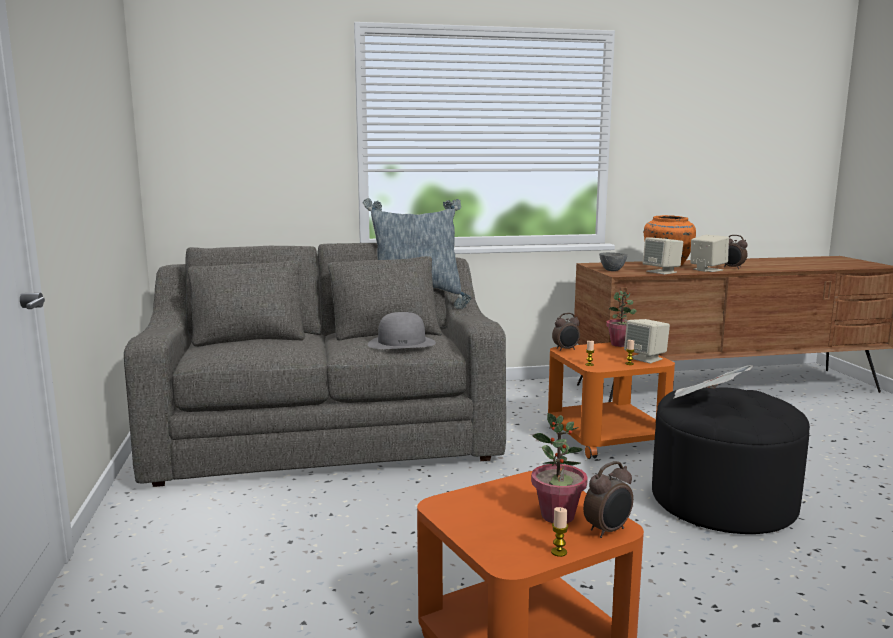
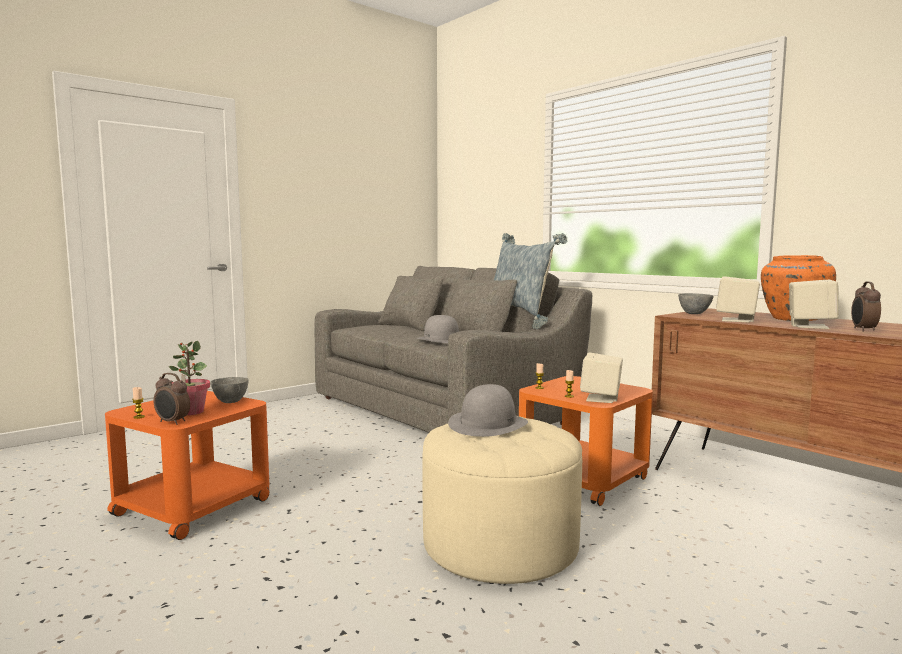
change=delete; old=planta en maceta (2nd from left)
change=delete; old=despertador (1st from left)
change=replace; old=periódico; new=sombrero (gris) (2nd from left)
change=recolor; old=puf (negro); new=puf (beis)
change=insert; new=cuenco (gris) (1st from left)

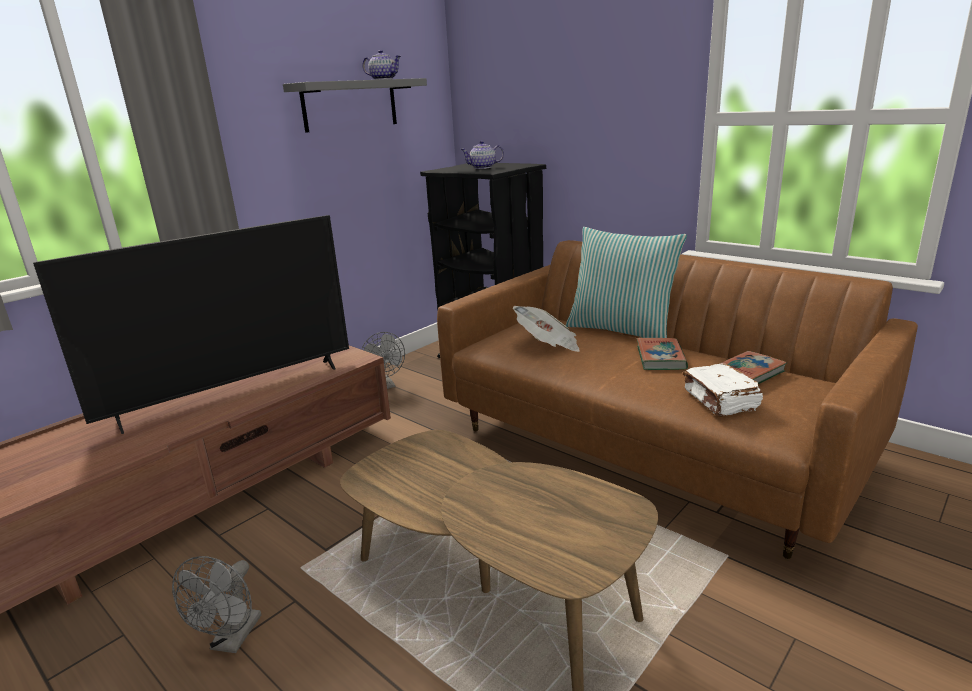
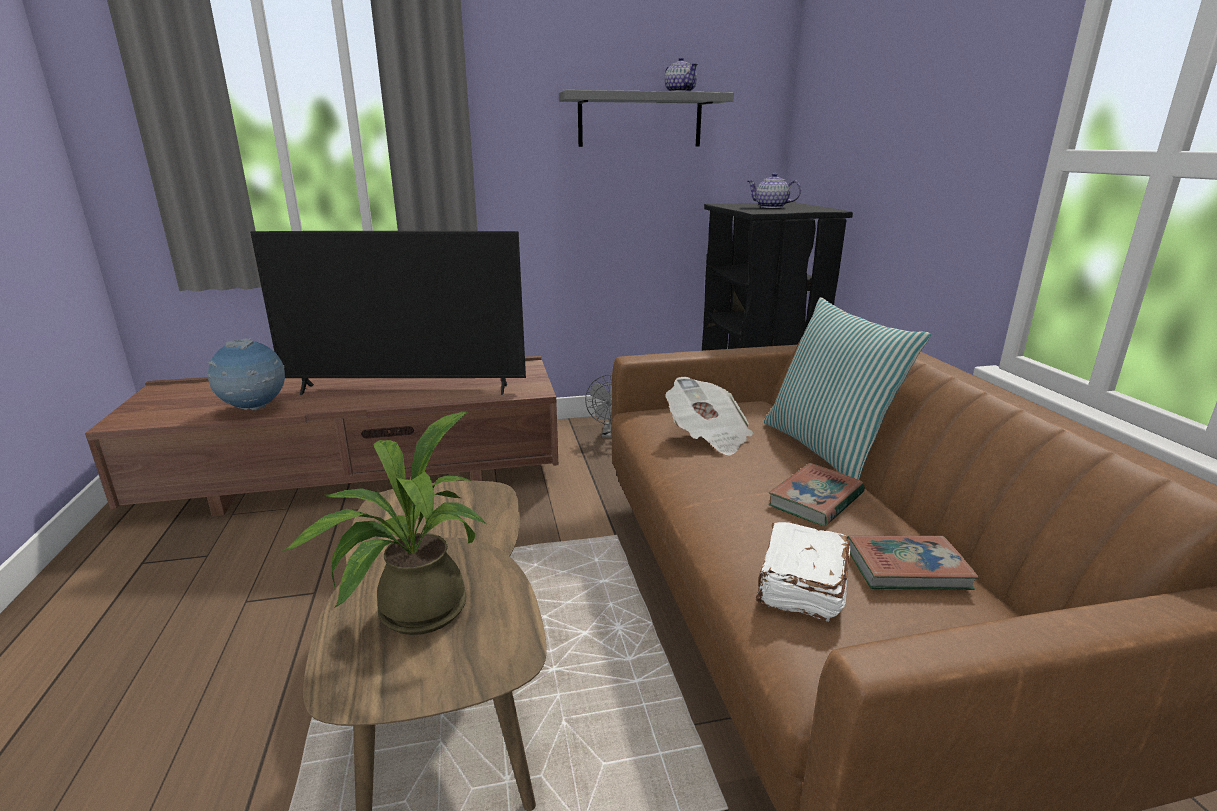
change=delete; old=ventilador (gris) (1st from left)
change=insert; new=globo terráqueo
change=insert; new=planta en maceta

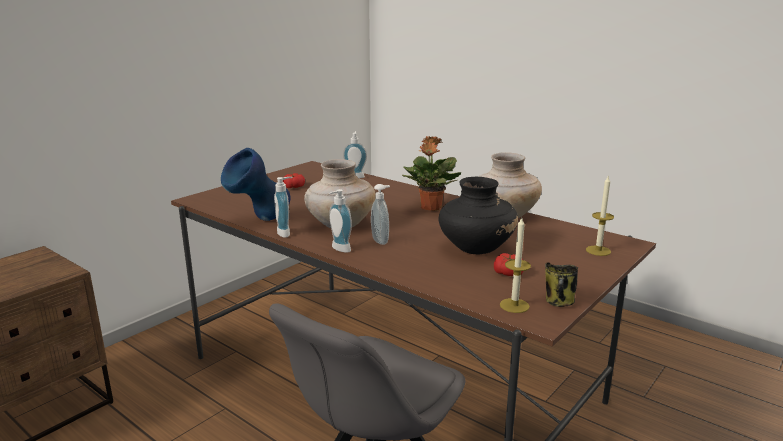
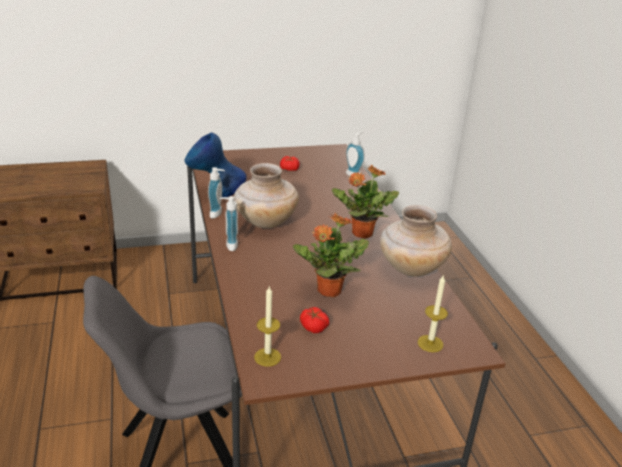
change=replace; old=florero (negro); new=planta en maceta (1st from left)
change=delete; old=dispensador de jabón (4th from left)
change=delete; old=taza grande

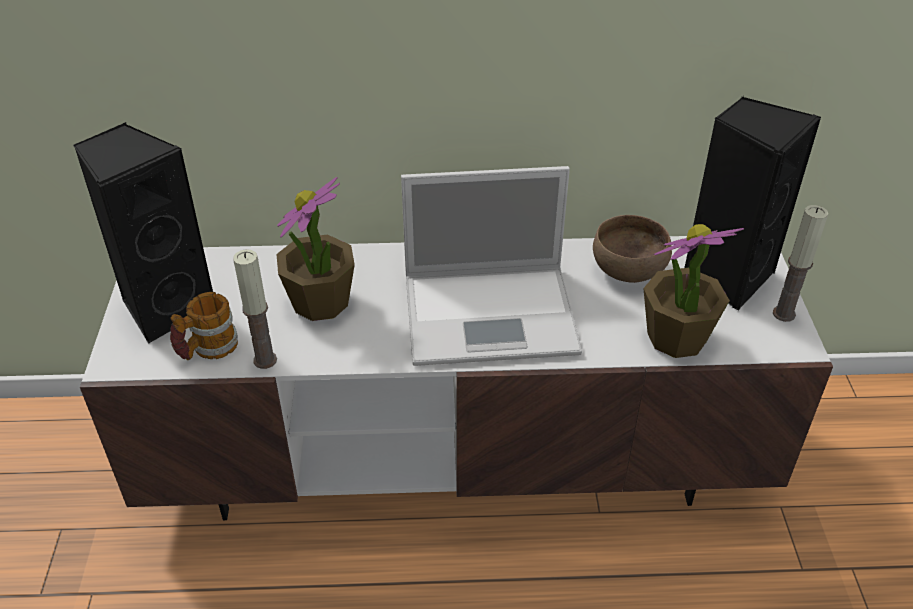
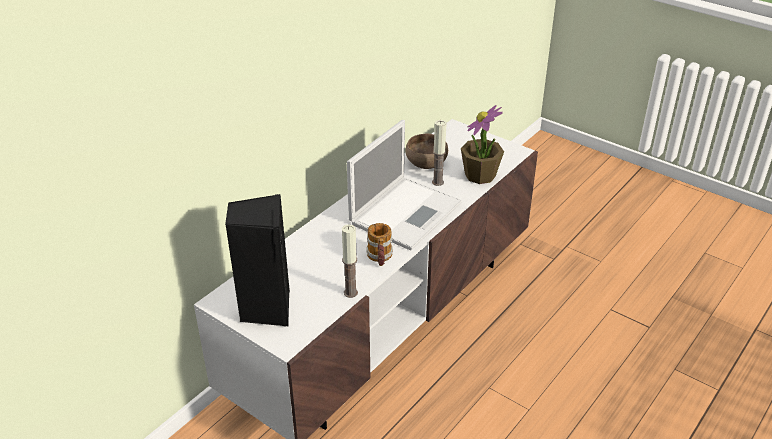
change=delete; old=altavoz (negro) (2nd from left)
change=delete; old=planta en maceta (1st from left)
change=move; old=vela (2nd from left)
change=move; old=taza grande

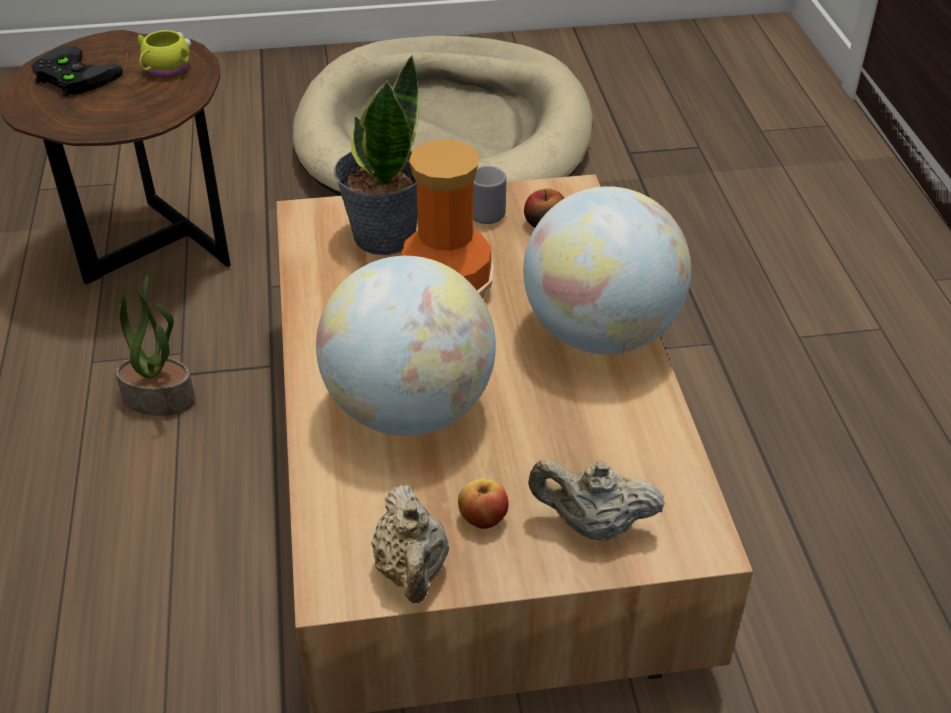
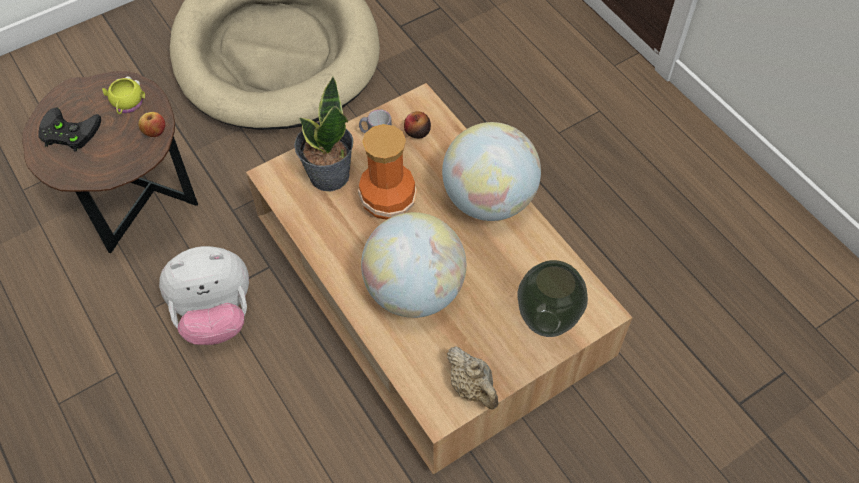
change=replace; old=planta en maceta (1st from left); new=peluche
change=replace; old=tetera (beis) (2nd from left); new=florero (2nd from left)
change=move; old=manzana (1st from left)

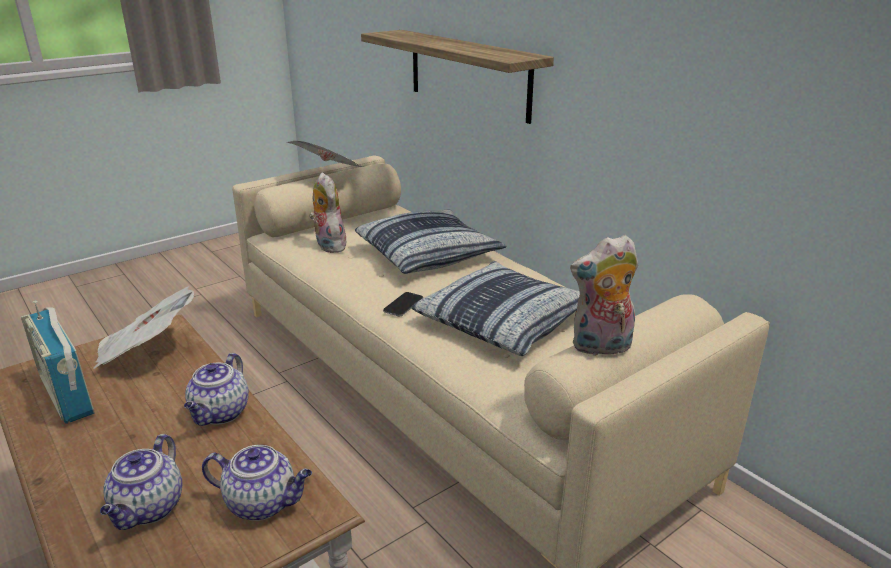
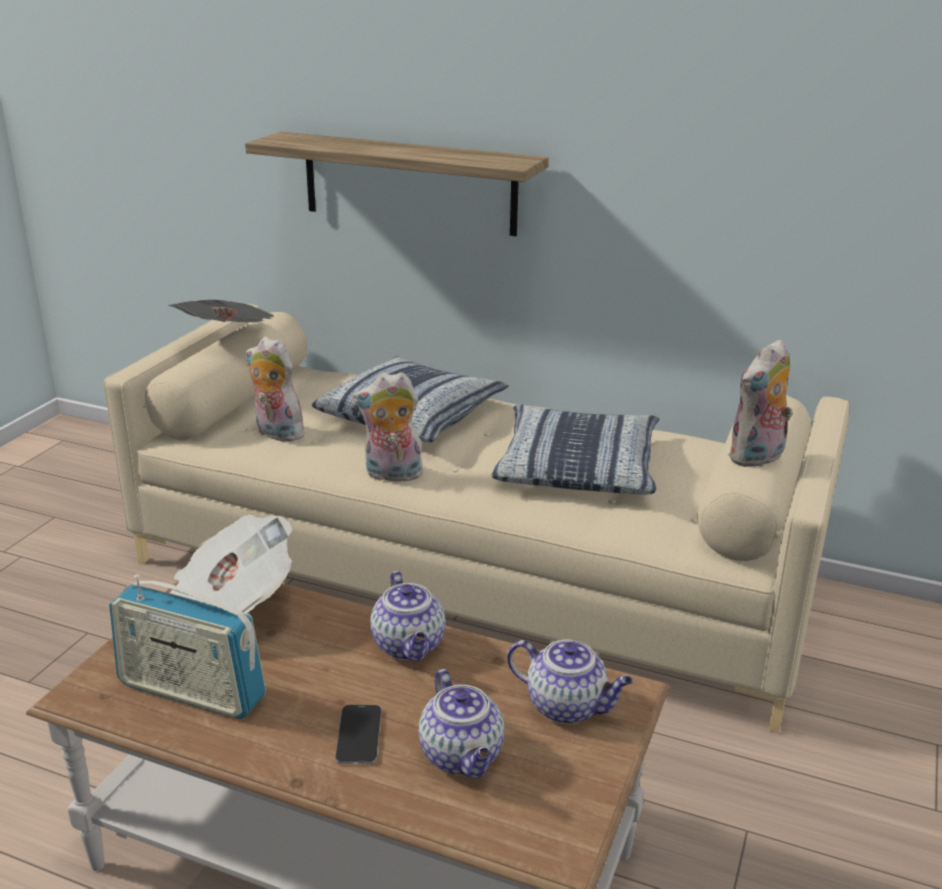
change=move; old=móvil
change=rotate; old=tetera (3rd from left); degrees=45
change=insert; new=peluche (2nd from left)

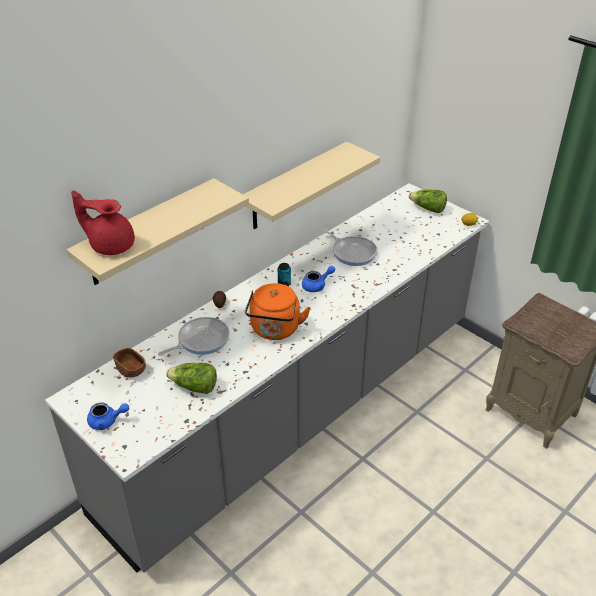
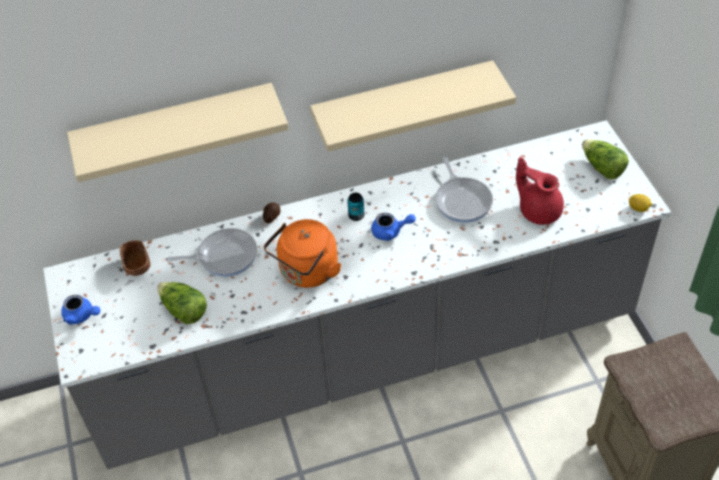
change=move; old=tetera (rojo)

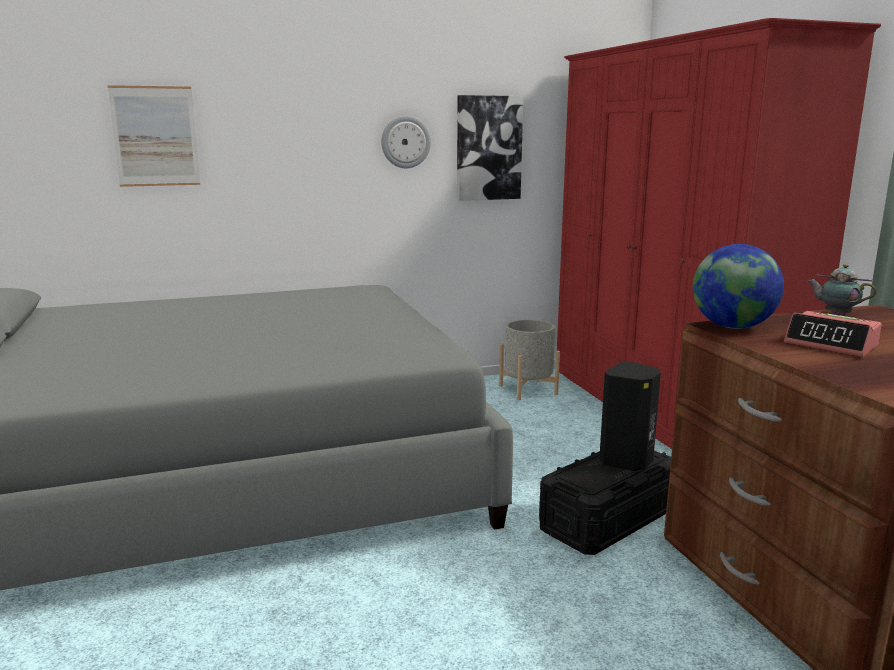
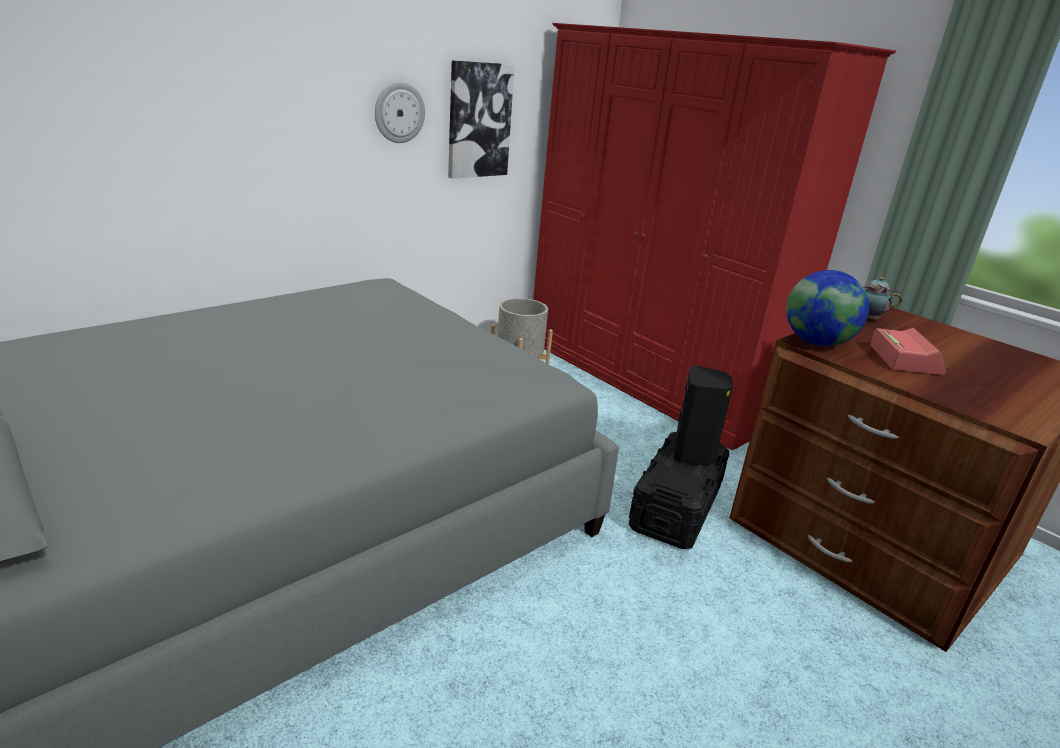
change=delete; old=cuadro (1st from left)
change=rotate; old=despertador; degrees=-105

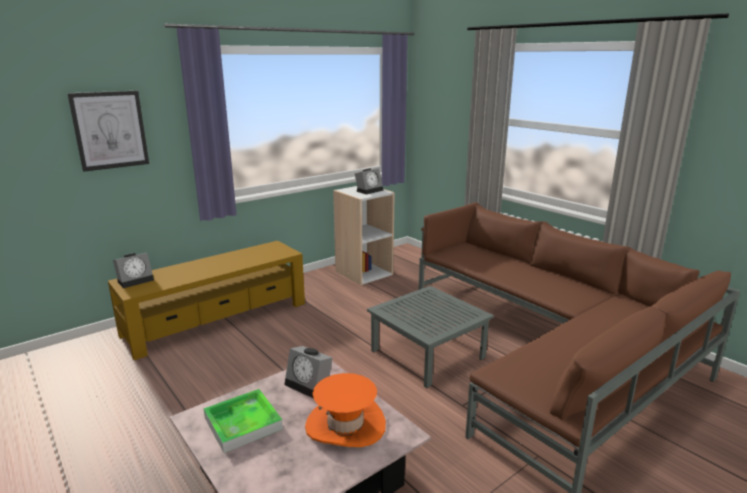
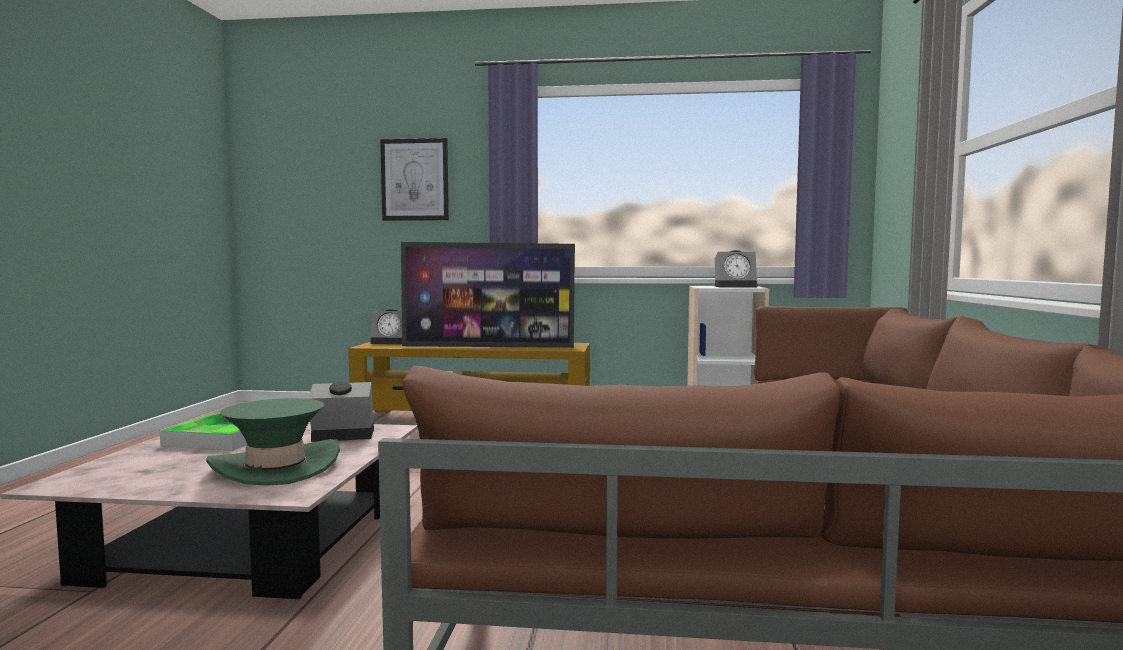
change=rotate; old=despertador (2nd from left in the first image); degrees=90
change=recolor; old=sombrero (naranja); new=sombrero (verde)
change=insert; new=televisor

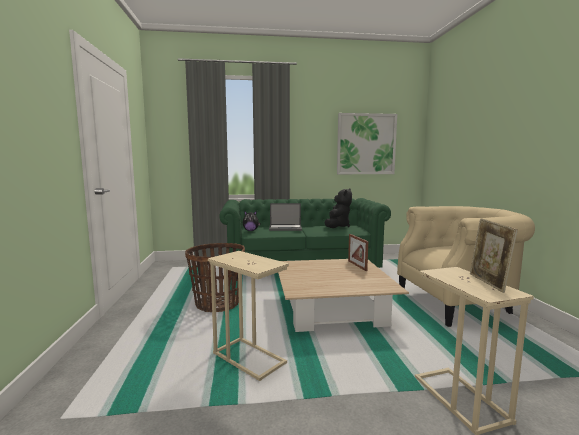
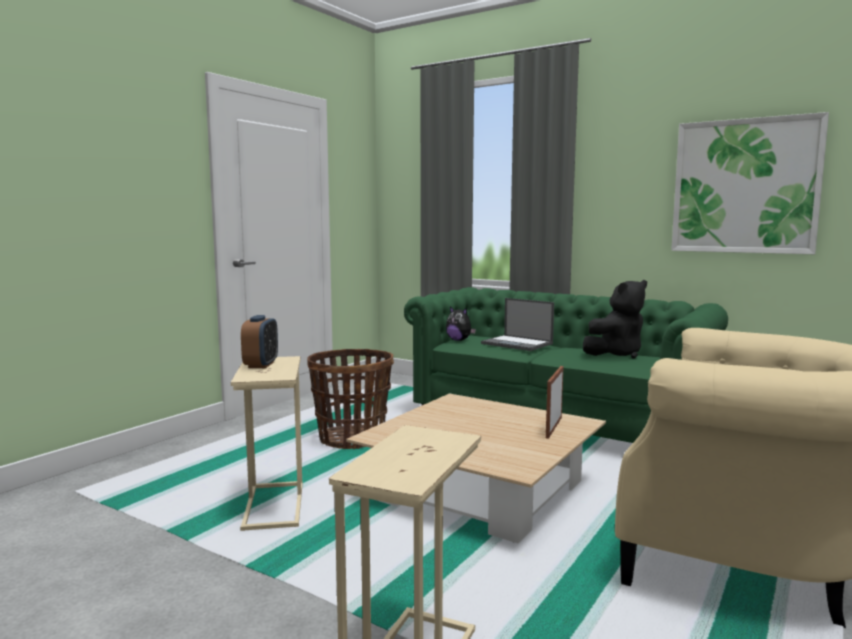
change=delete; old=portarretratos (2nd from left)
change=insert; new=despertador

